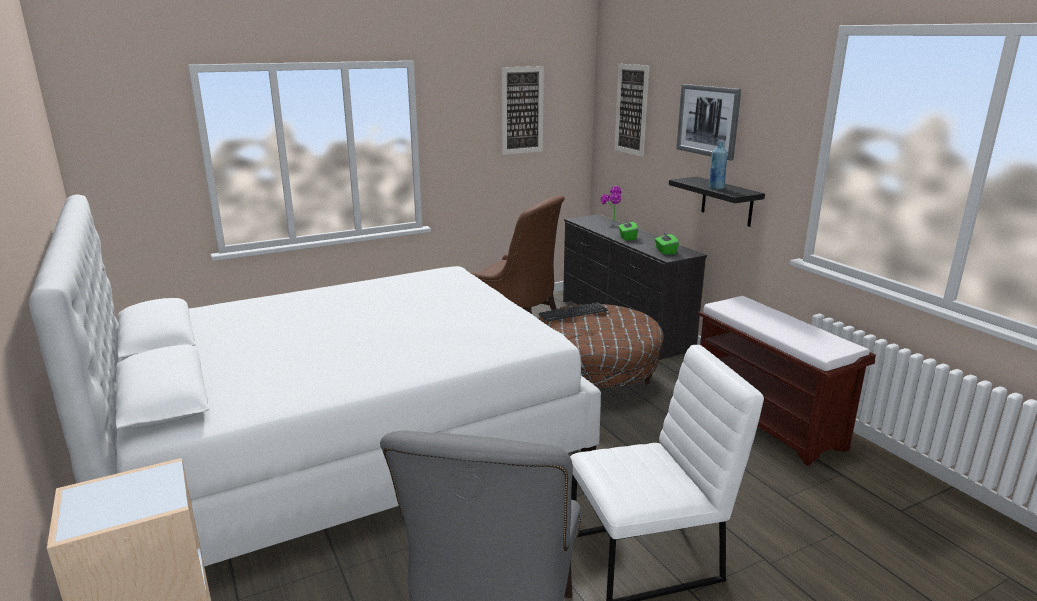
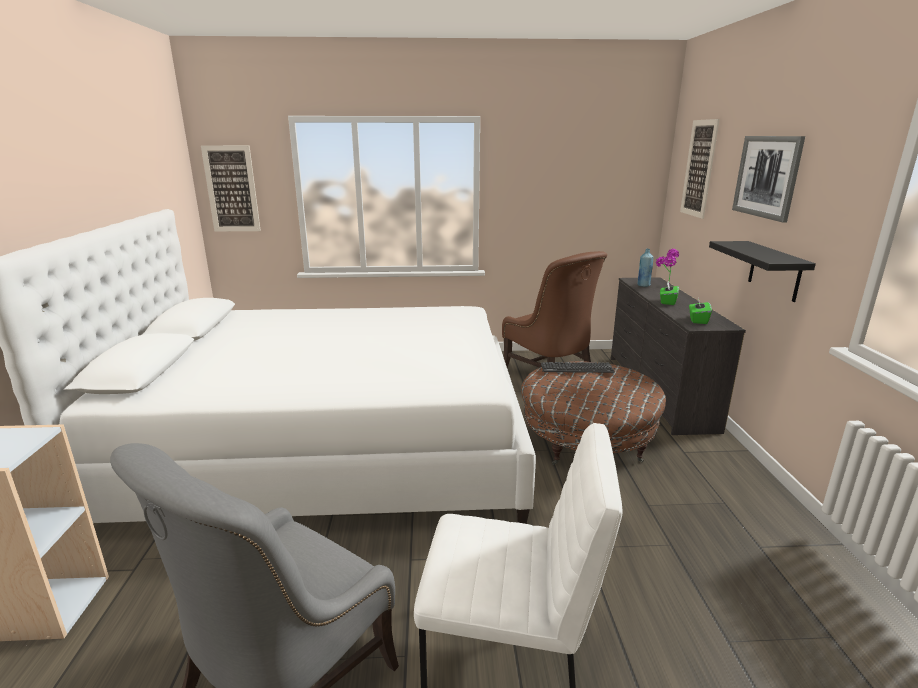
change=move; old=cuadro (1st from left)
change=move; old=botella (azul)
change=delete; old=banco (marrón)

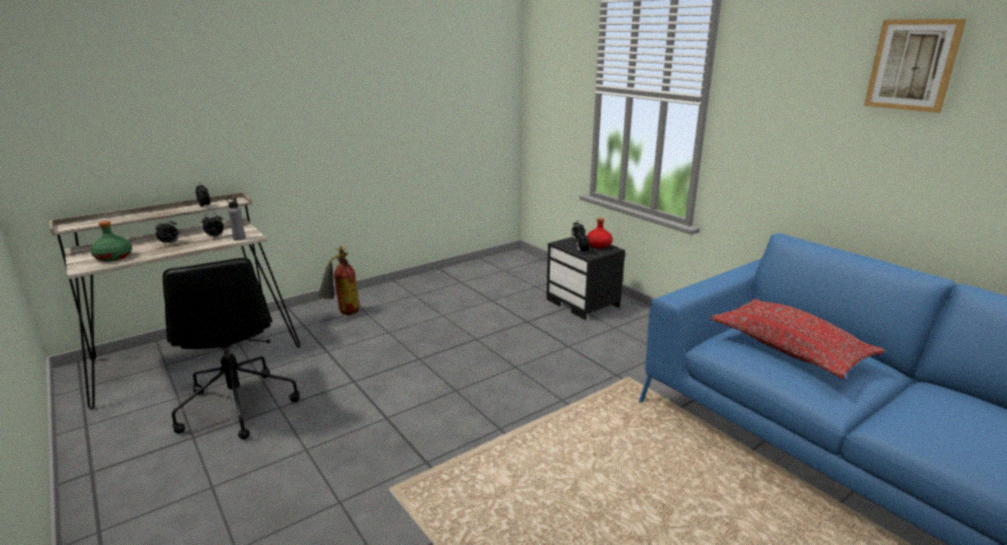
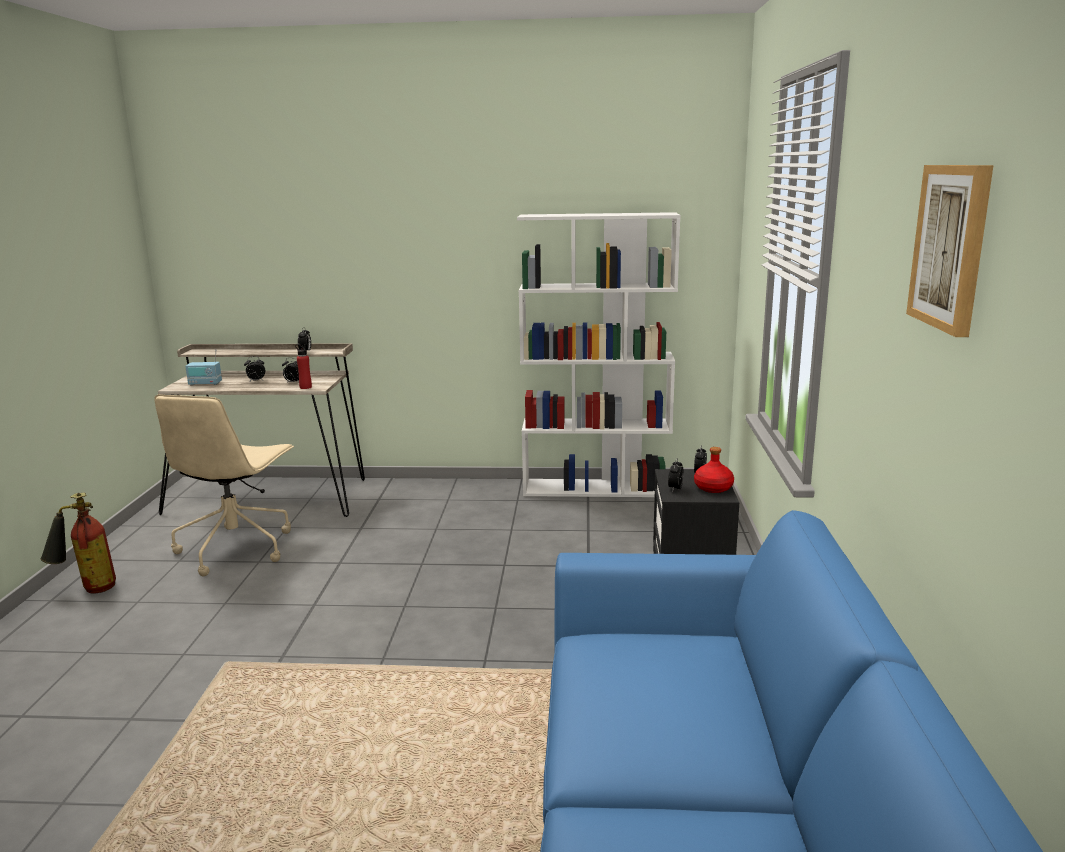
change=recolor; old=botella (gris); new=botella (rojo) (1st from left)
change=replace; old=botella (verde); new=radio
change=move; old=extintor
change=recolor; old=silla de oficina (negro); new=silla de oficina (beis)
change=delete; old=cojín (rojo)
change=insert; new=estantería (blanco)

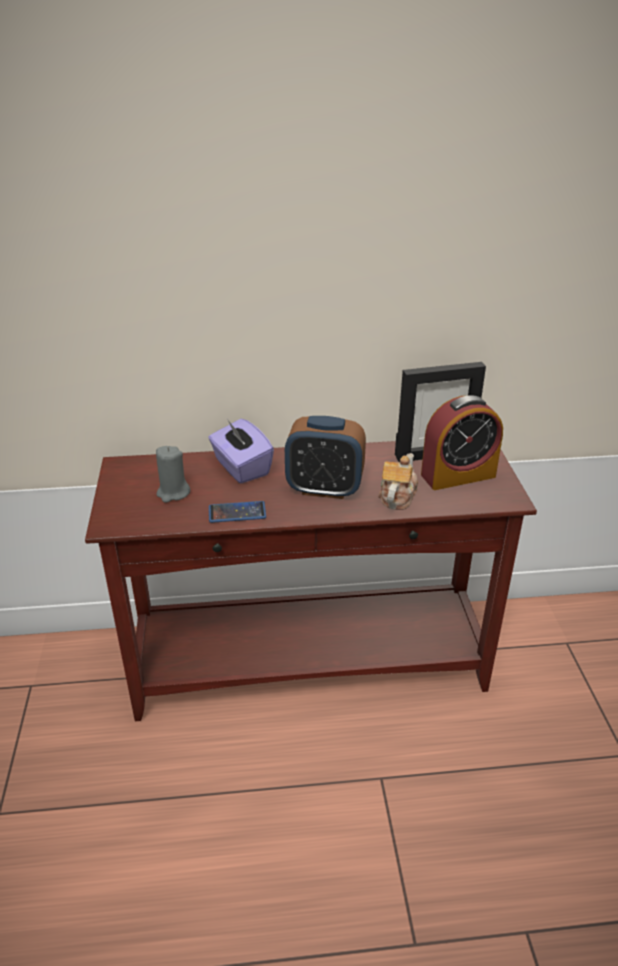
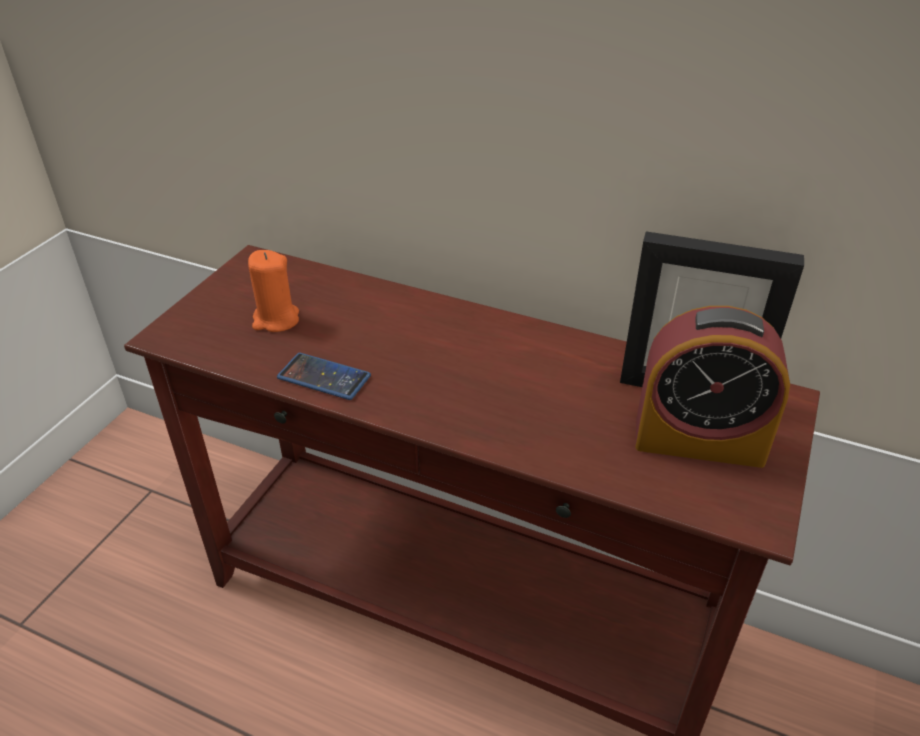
change=delete; old=despertador (1st from left)
change=delete; old=caja de pañuelos (morado)
change=recolor; old=vela (gris); new=vela (naranja)
change=delete; old=tetera

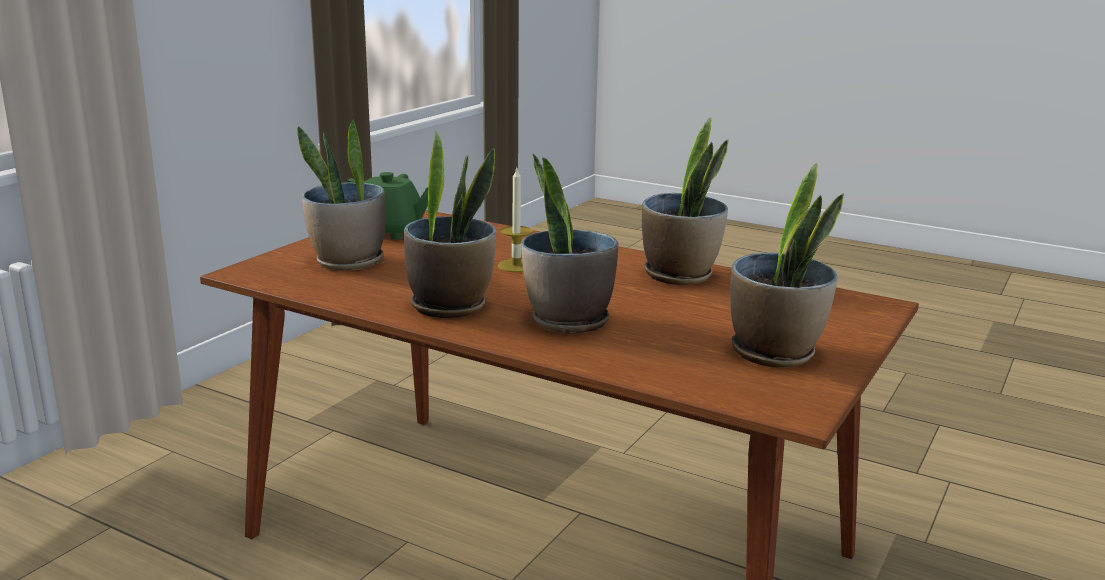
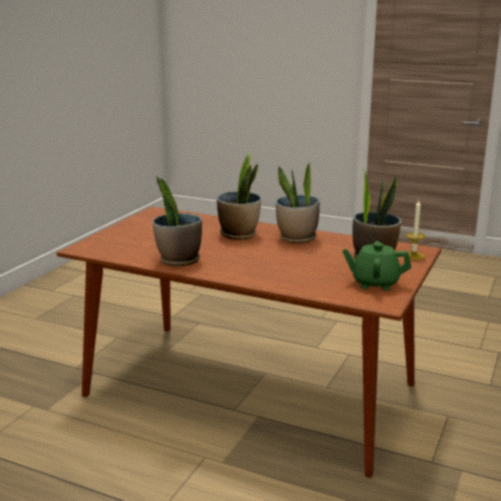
change=delete; old=planta en maceta (5th from left)
change=move; old=vela

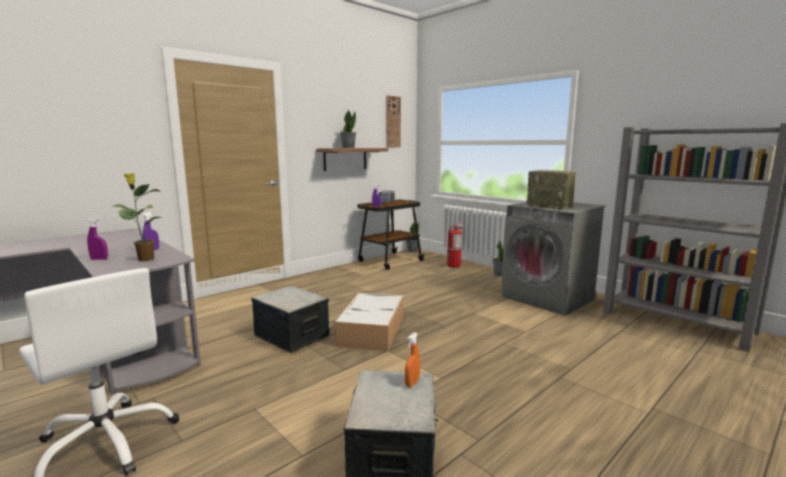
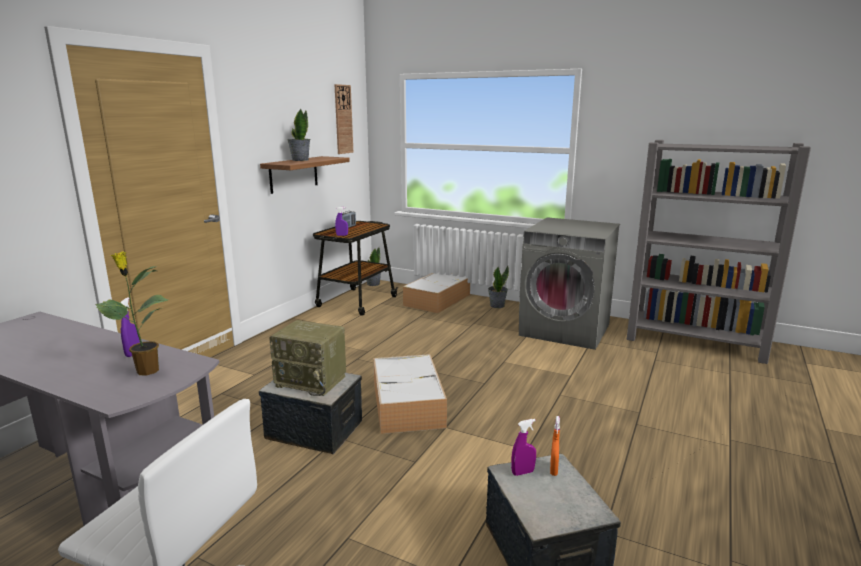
change=move; old=radio (2nd from left in the first image); new=radio (1st from left)
change=move; old=pulverizador (morado) (1st from left in the first image); new=pulverizador (morado) (3rd from left)
change=replace; old=extintor; new=caja de almacenaje (3rd from left)

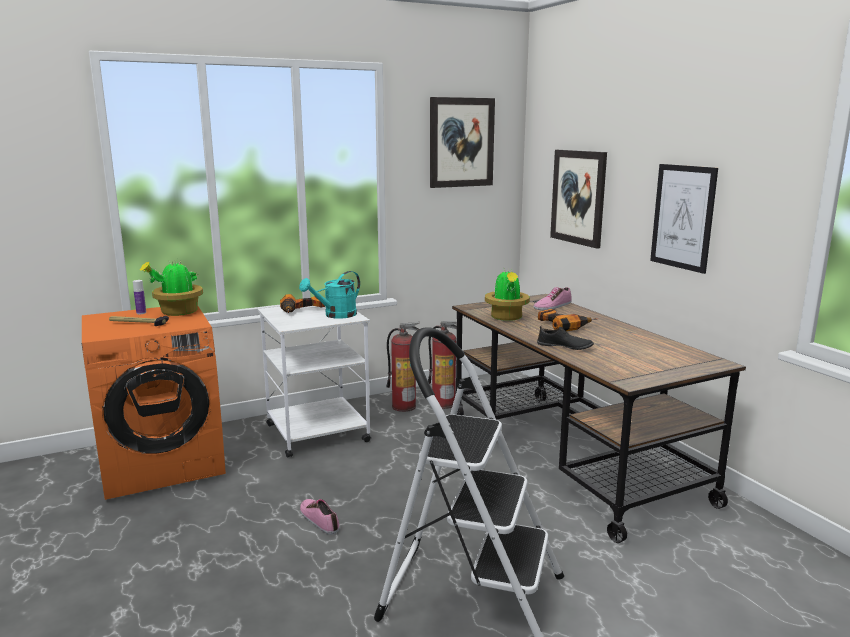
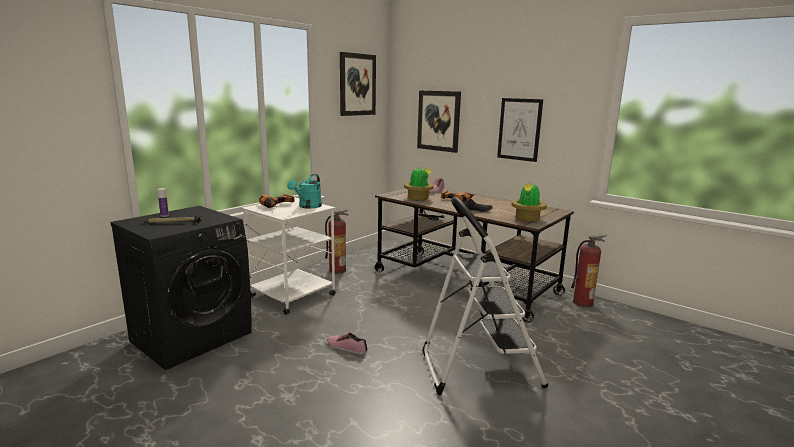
change=move; old=planta en maceta (1st from left in the first image); new=planta en maceta (2nd from left)
change=recolor; old=lavadora (naranja); new=lavadora (negro)
change=move; old=extintor (2nd from left)

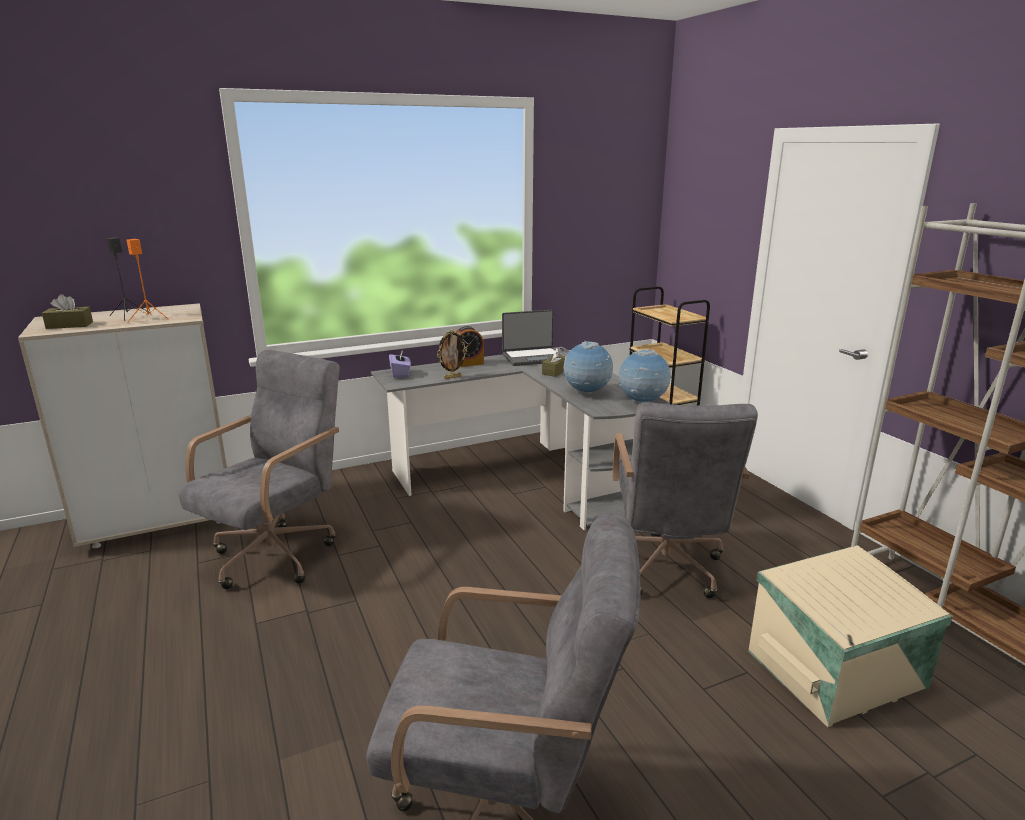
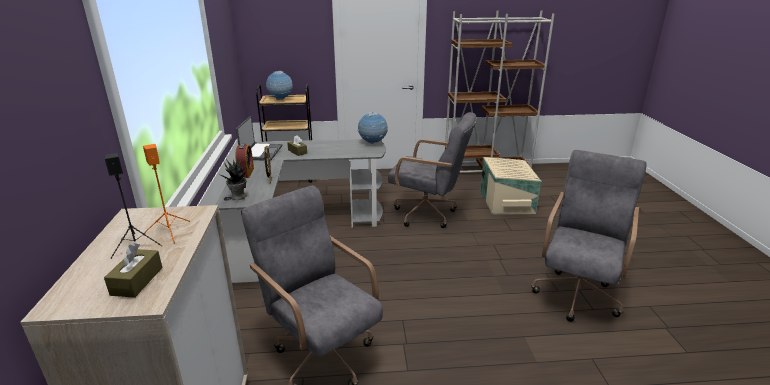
change=move; old=globo terráqueo (1st from left)
change=replace; old=caja de pañuelos (morado); new=planta en maceta

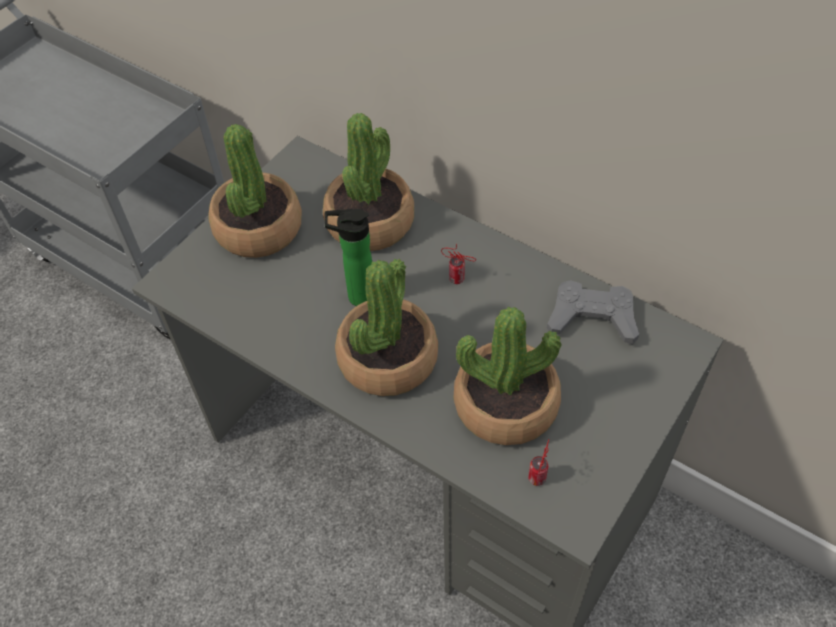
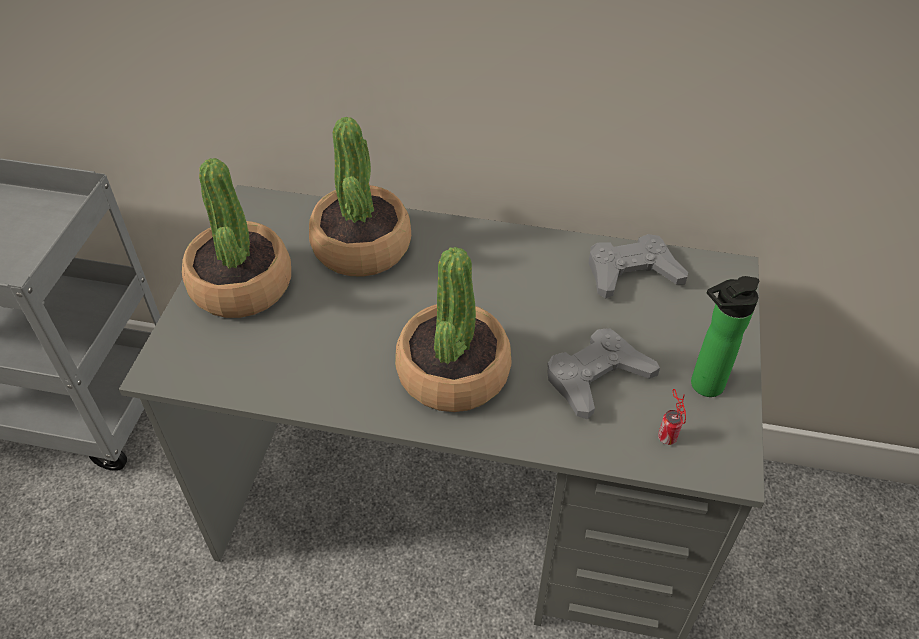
change=move; old=botella
change=delete; old=lata (1st from left)
change=replace; old=planta en maceta (4th from left); new=mando de consola (gris) (1st from left)

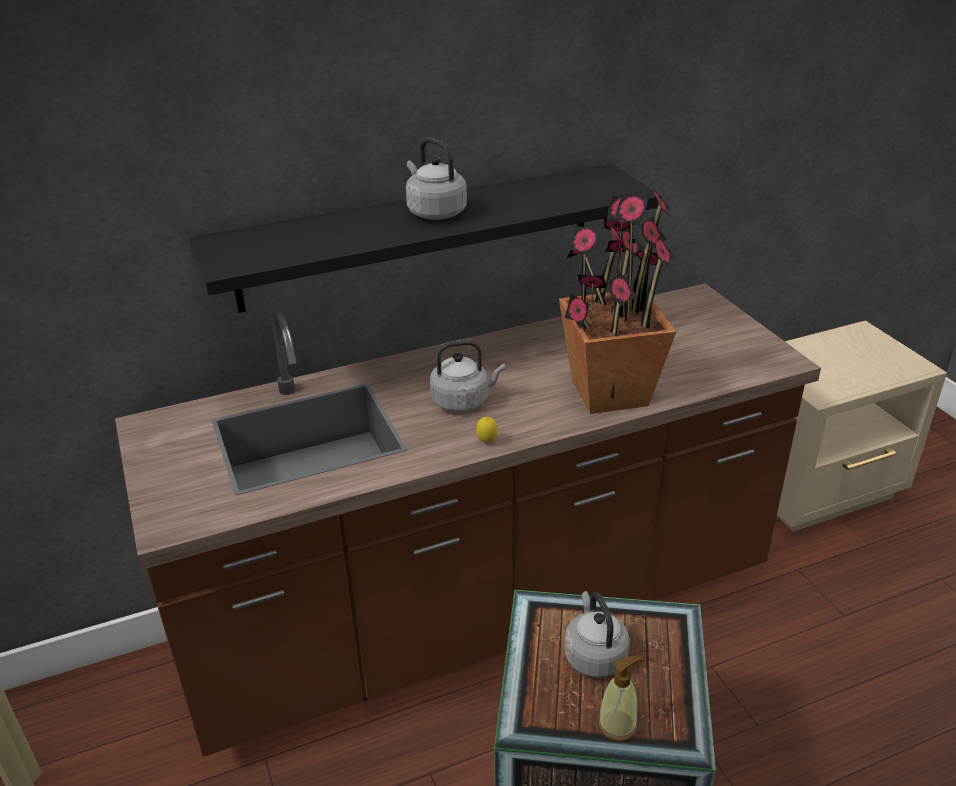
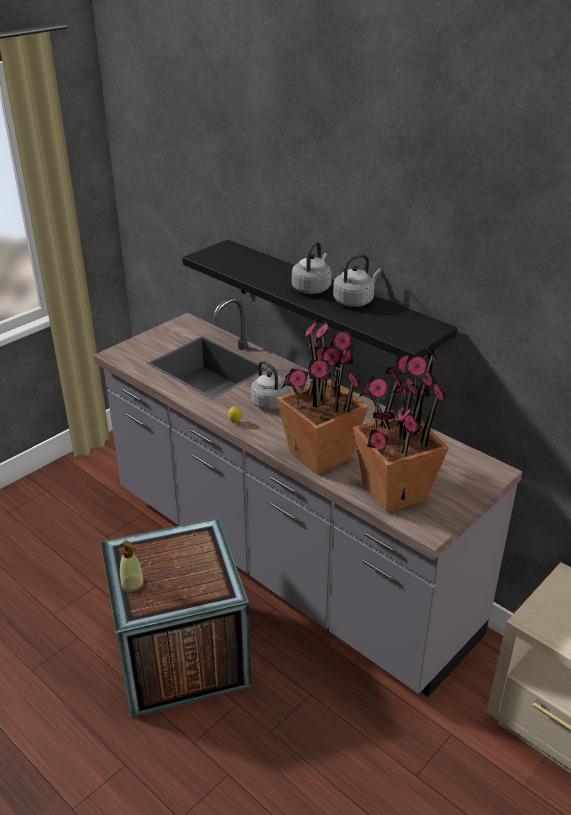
change=recolor; old=mueble bajo de cocina (marrón); new=mueble bajo de cocina (gris)
change=move; old=hervidor (gris) (3rd from left)
change=insert; new=planta en maceta (2nd from left)

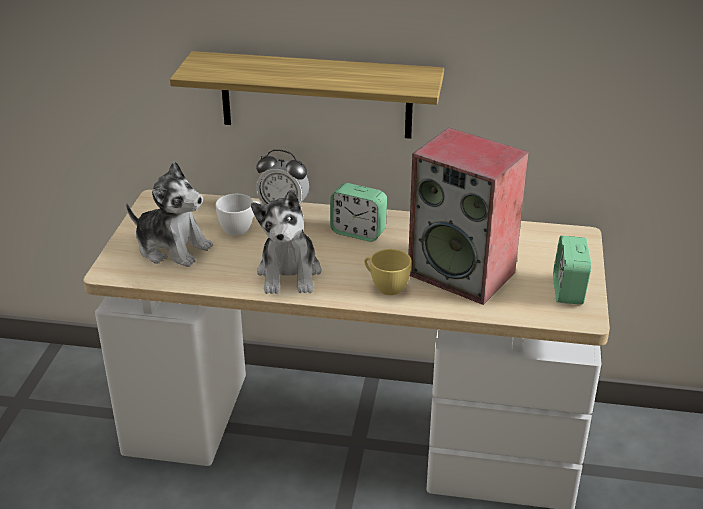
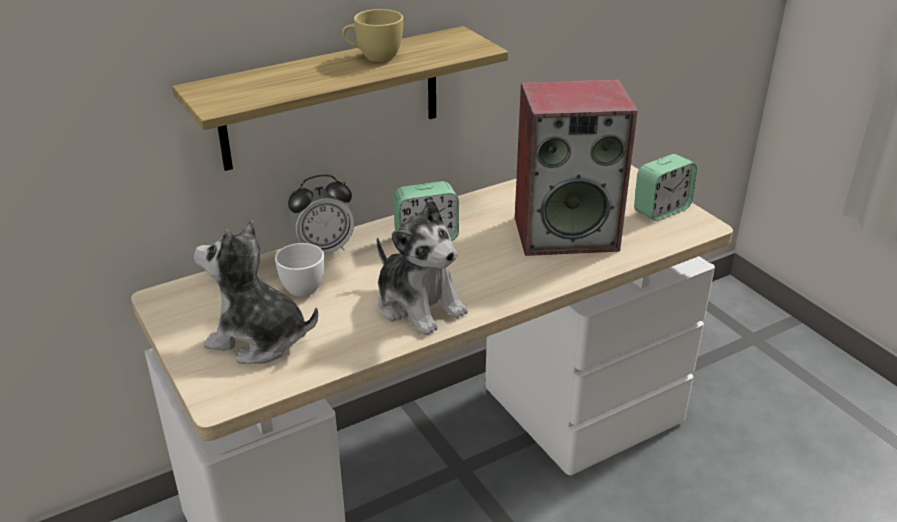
change=rotate; old=peluche (1st from left); degrees=-150
change=rotate; old=despertador (3rd from left); degrees=-90
change=move; old=taza (amarillo)

